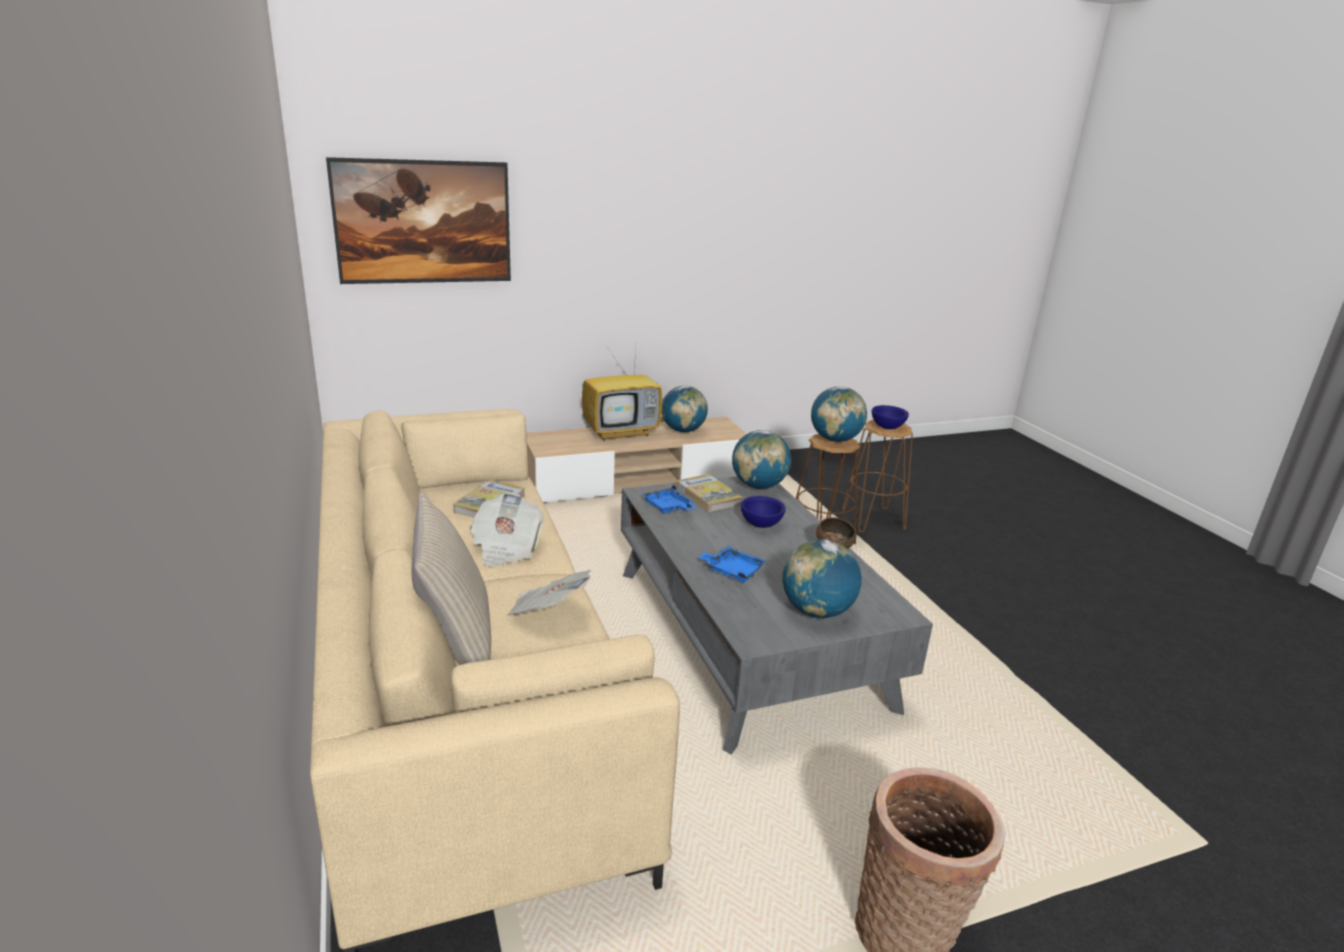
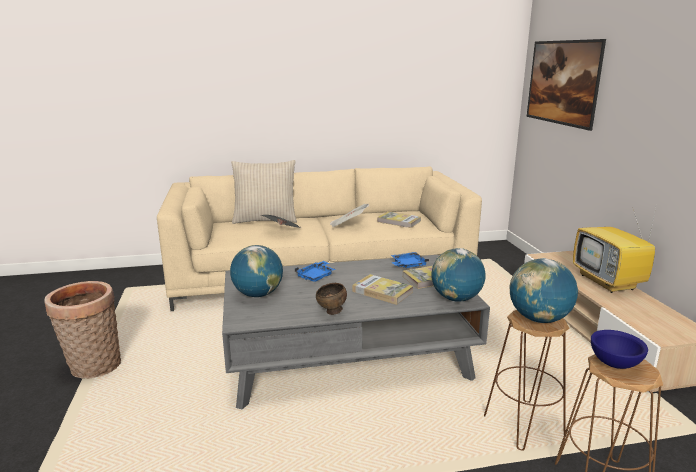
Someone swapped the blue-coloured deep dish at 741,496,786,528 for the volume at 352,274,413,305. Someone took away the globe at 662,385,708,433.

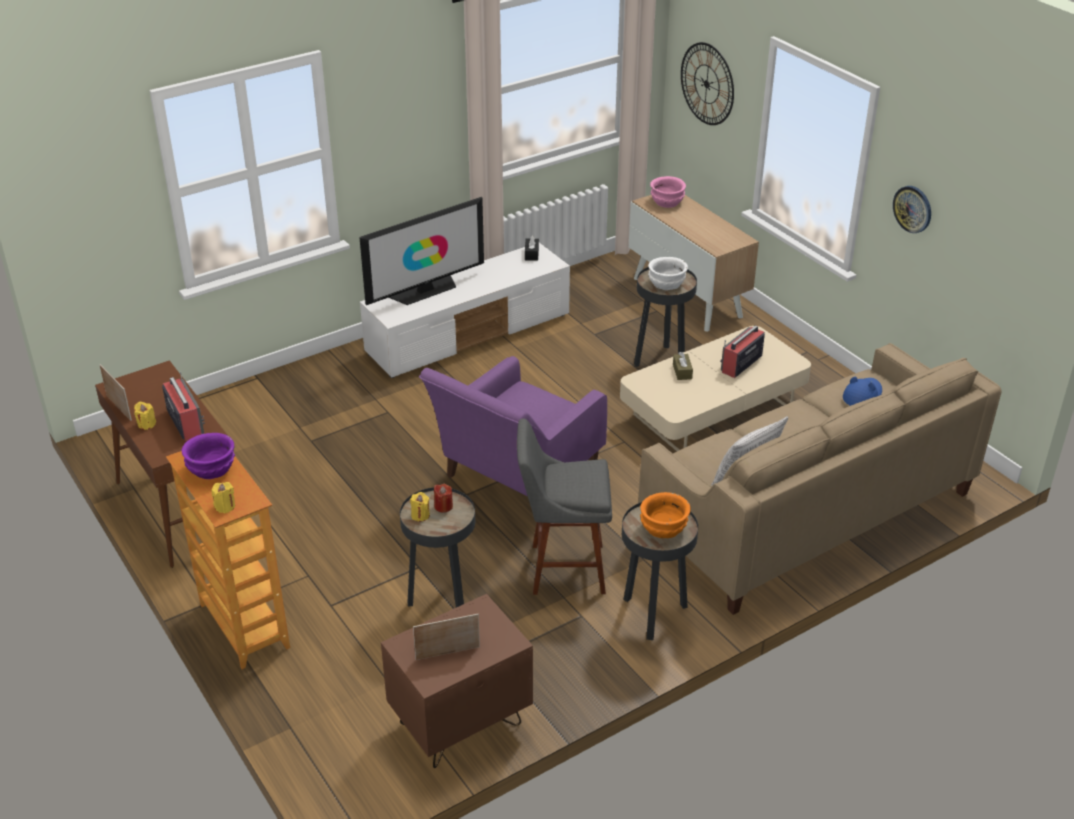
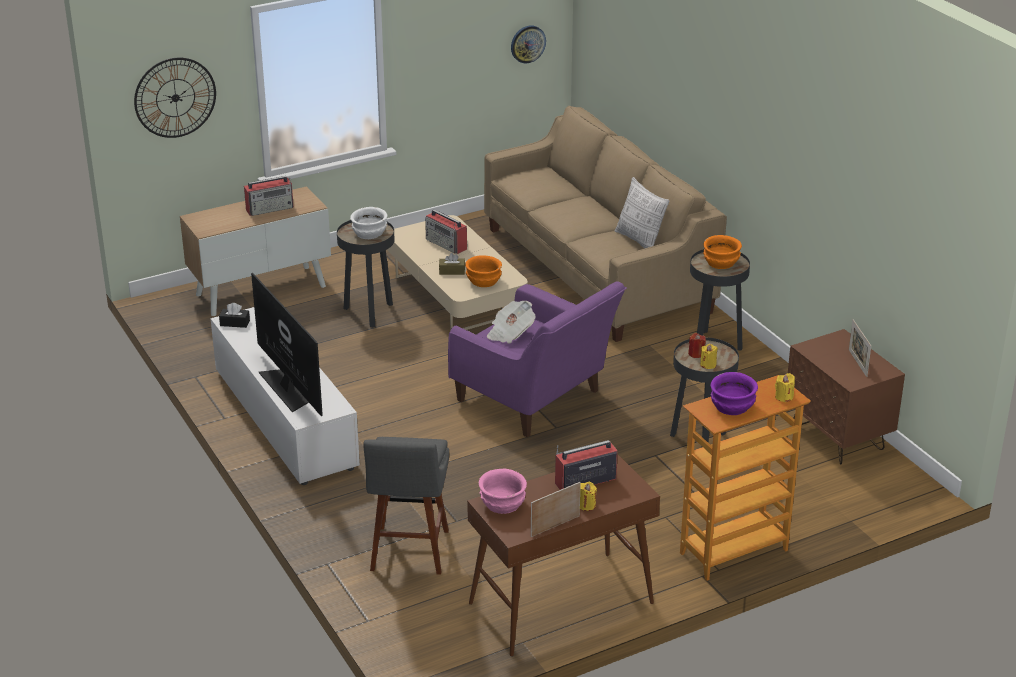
Someone put down the radio set at 244,176,294,216. Someone carried the grey stool seat from 517,418,612,595 to 363,437,449,575. Someone put down the orangey deep dish at 465,255,502,287. Someone carried the pink deep dish from 650,176,686,208 to 479,469,527,514. Someone put down the newspaper at 487,301,535,343. Someone carried the hanging clock from 893,186,931,233 to 511,25,546,63. Someone took away the blue-coloured clothing hat at 843,377,882,406.

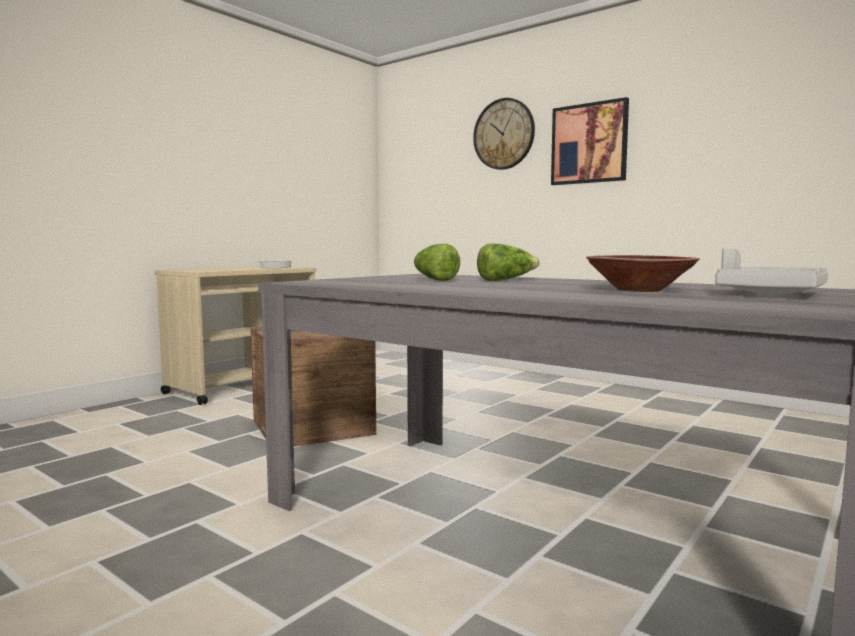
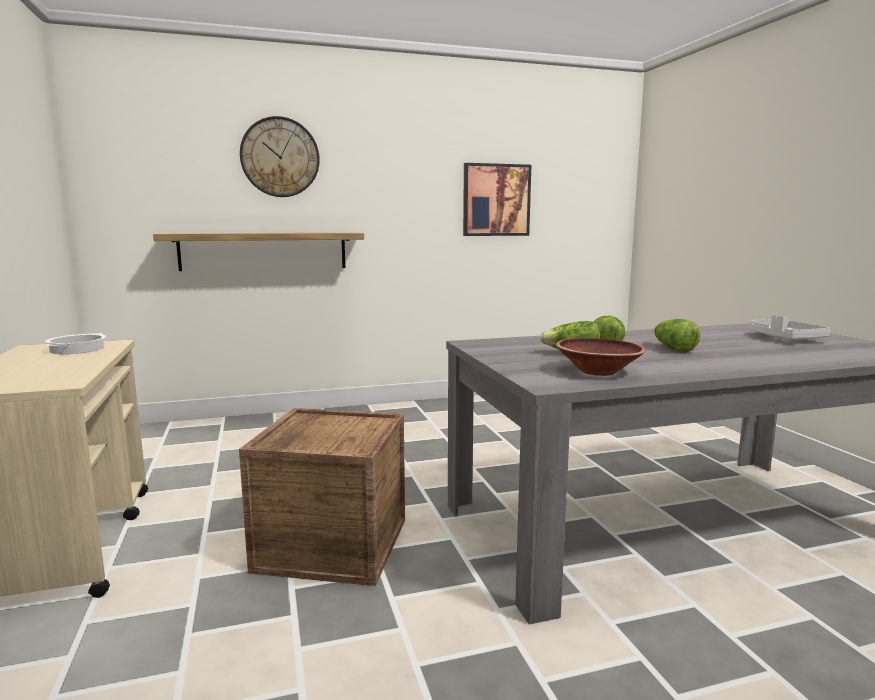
Someone put up the shelf at 153,233,364,271. Someone carried the wall art from 551,97,629,185 to 463,163,531,236. Someone carried the brownish deep dish from 586,255,700,292 to 556,338,645,376. Someone put down the lettuce head at 654,319,700,353.

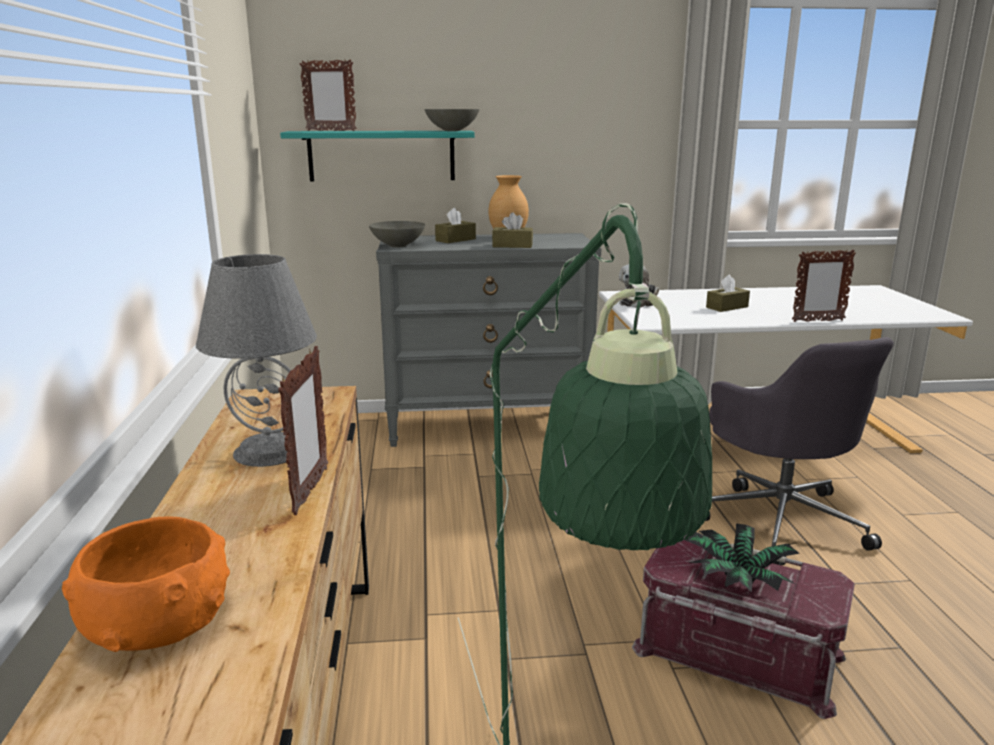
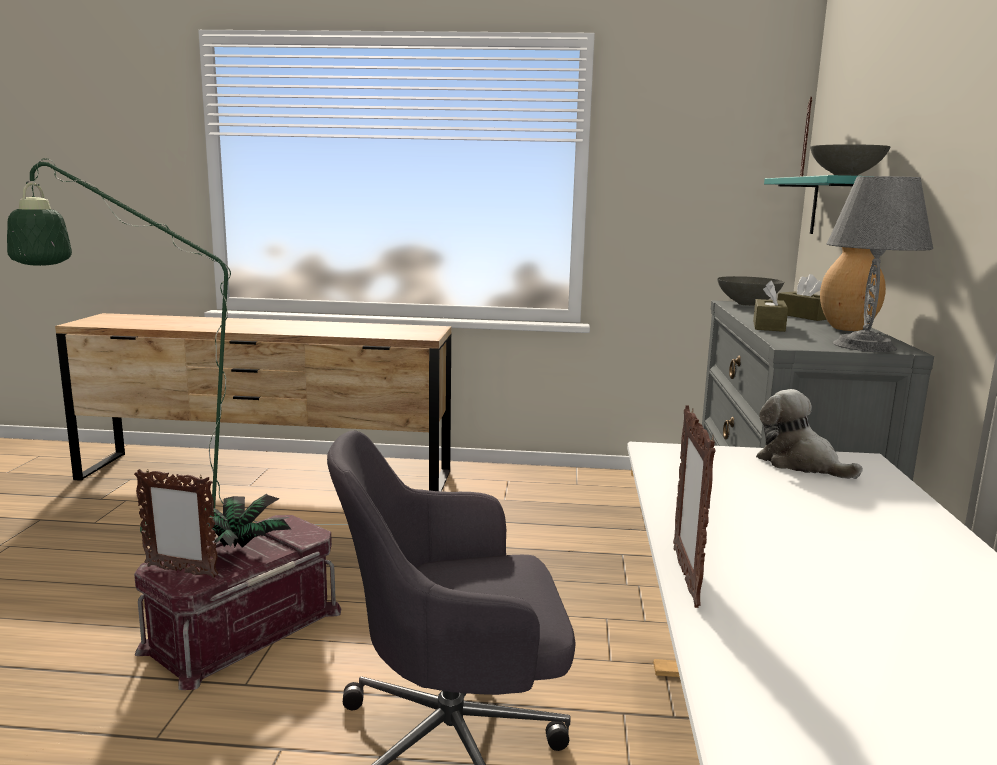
Someone carried the photo frame from 278,346,328,515 to 134,469,219,578. Someone carried the grey table lamp from 196,254,317,467 to 827,176,933,352. Someone took away the orangey deep dish at 62,516,230,652. Someone took away the brownish tissue holder at 706,275,750,312.

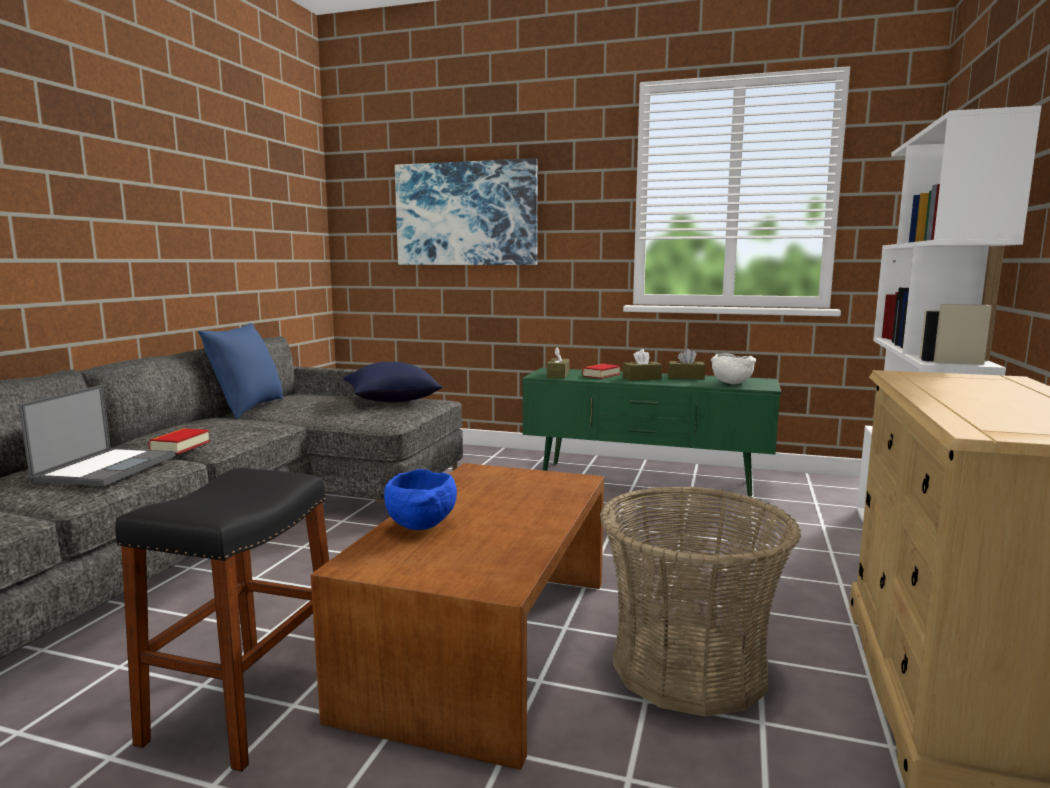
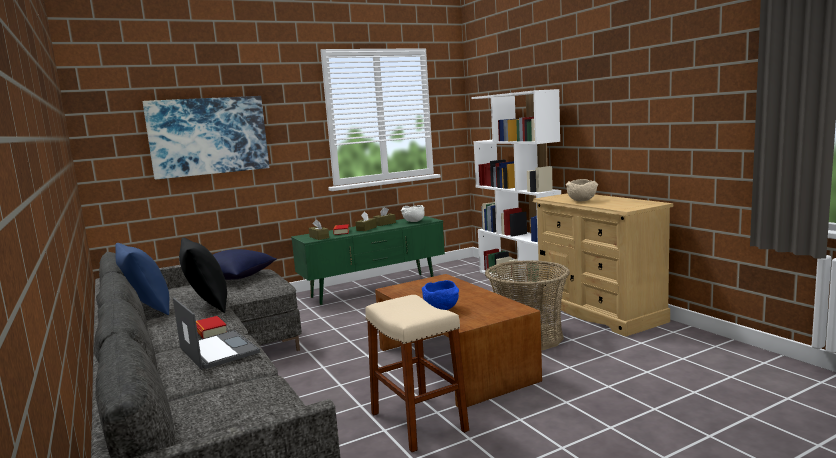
Someone put down the black-coloured cushion at 179,237,227,313. Someone repainted the black-coloured stool seat at 115,468,329,772, which became the beige stool seat at 365,295,469,452. Someone put down the beige deep dish at 566,179,598,202.

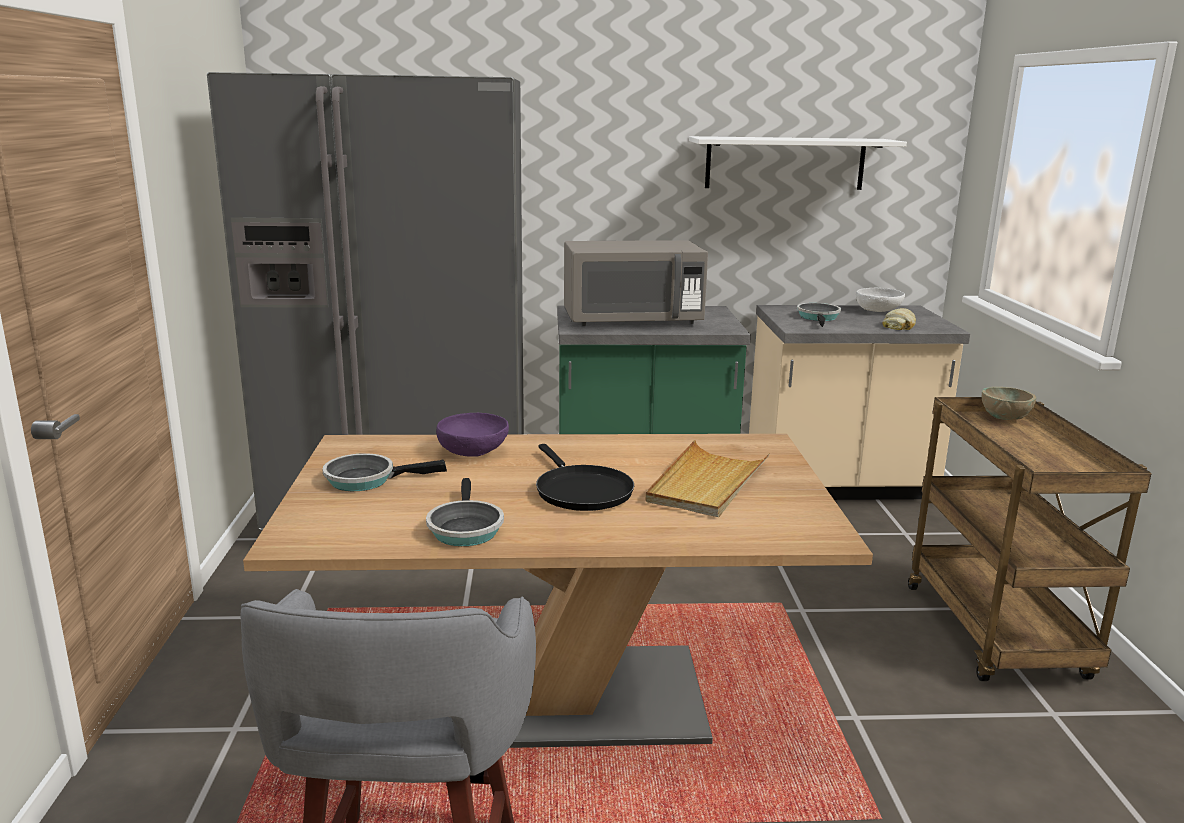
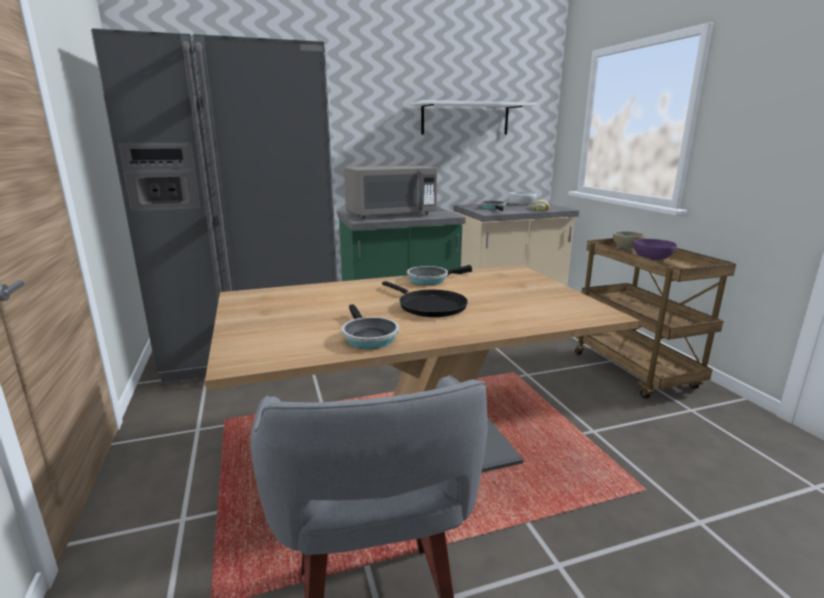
Someone carried the skillet from 322,453,447,491 to 407,265,472,285. Someone carried the purple deep dish from 436,413,509,457 to 633,239,677,260. Someone took away the beige tray at 645,440,770,517.

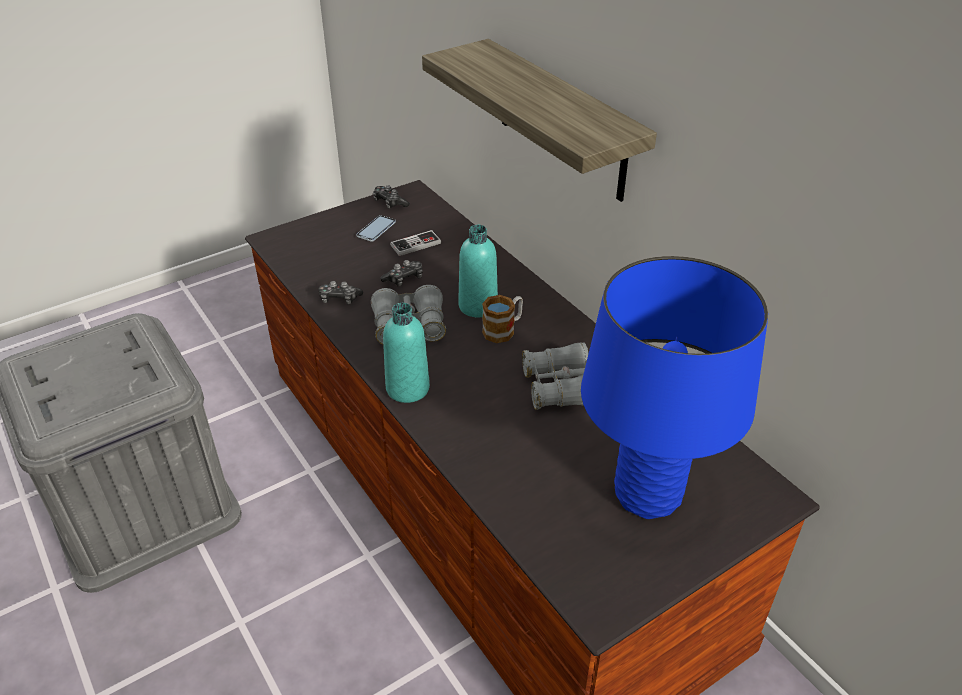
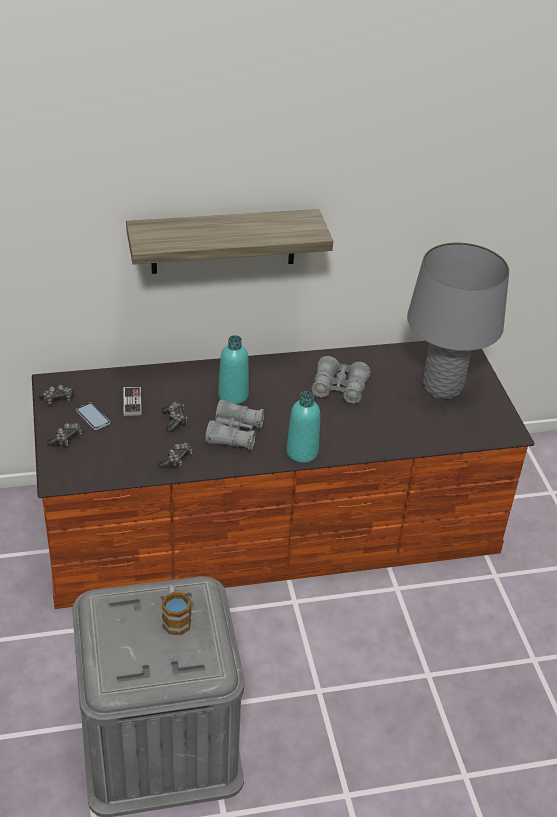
Someone put down the gamepad at 47,422,82,447. Someone carried the mug from 482,295,523,343 to 162,585,191,636. Someone repainted the blue-coloured table lamp at 581,256,768,519, which became the grey table lamp at 407,242,509,399.

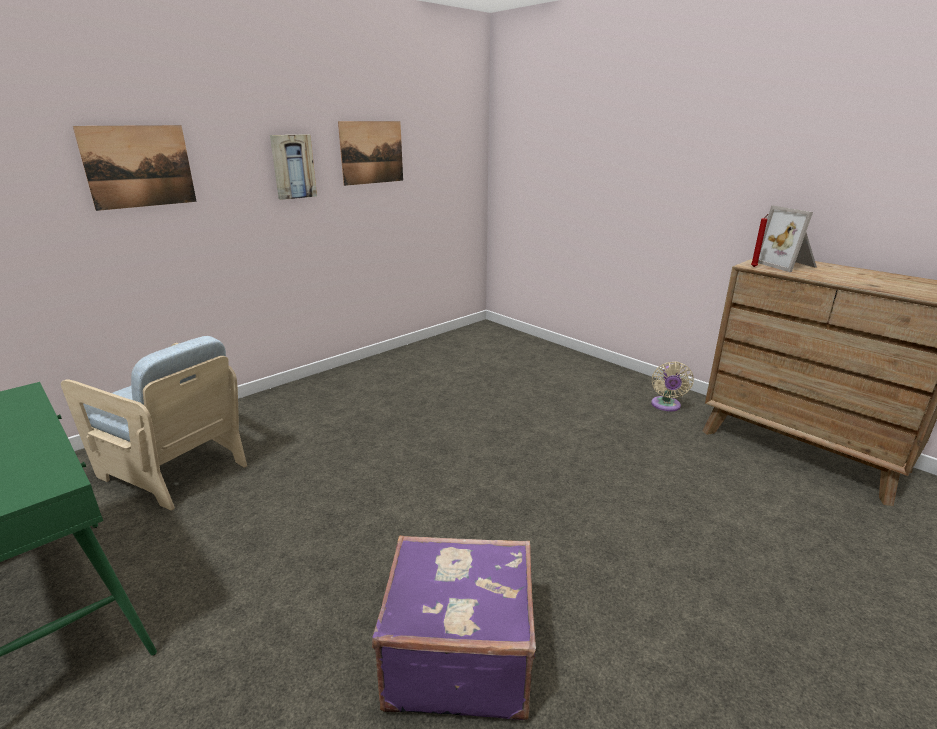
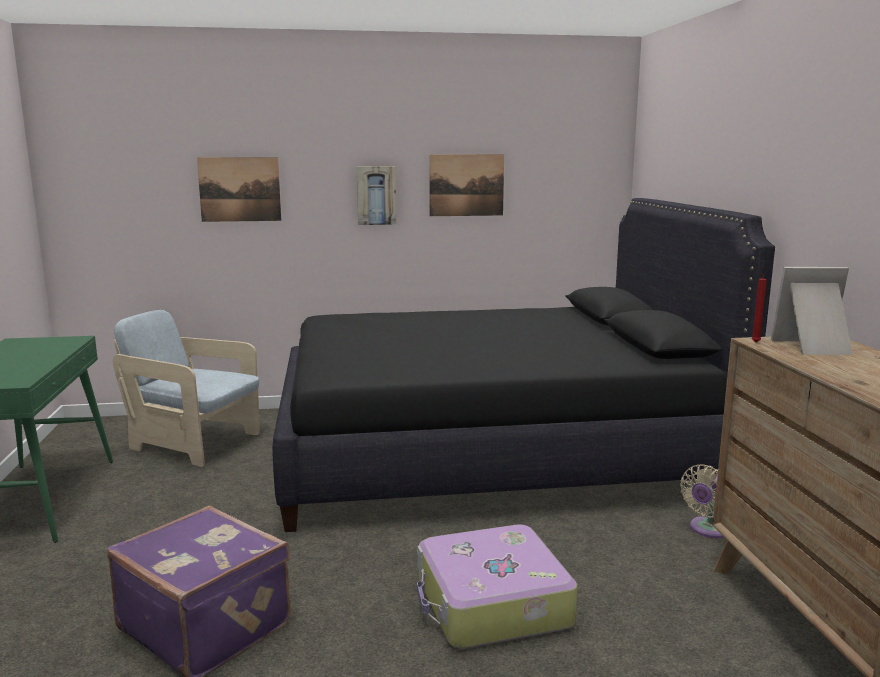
Someone rotated the beige lounge chair at 61,336,247,510 by 135 degrees clockwise. Someone put down the black-coloured bed at 272,198,775,532. Someone put down the travel case at 417,524,577,648. Someone rotated the photo frame at 758,205,817,272 by 75 degrees clockwise.

